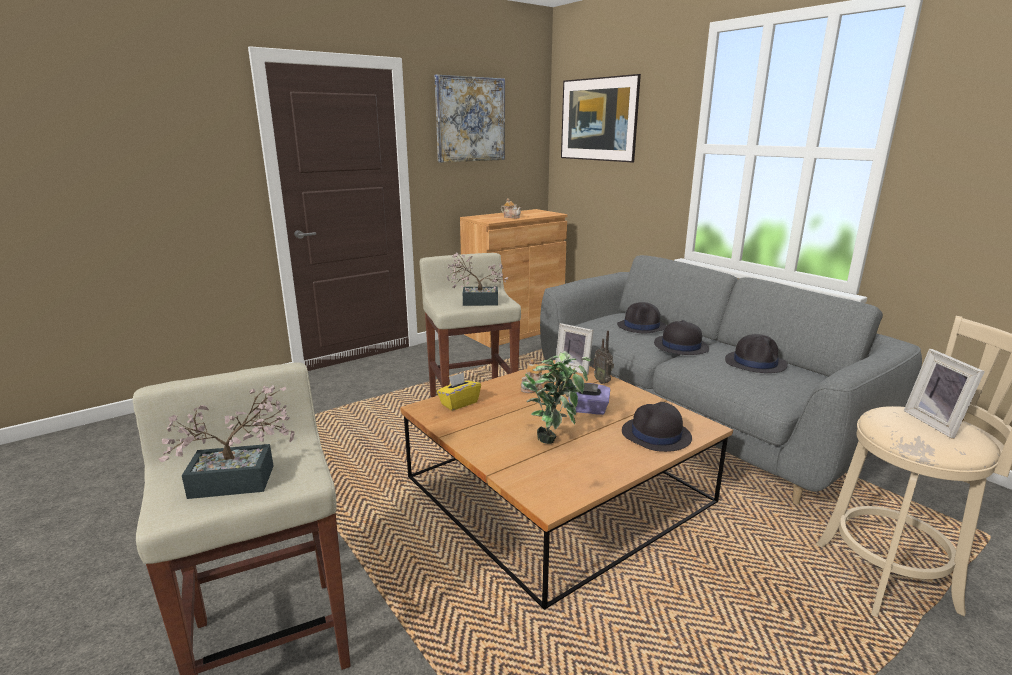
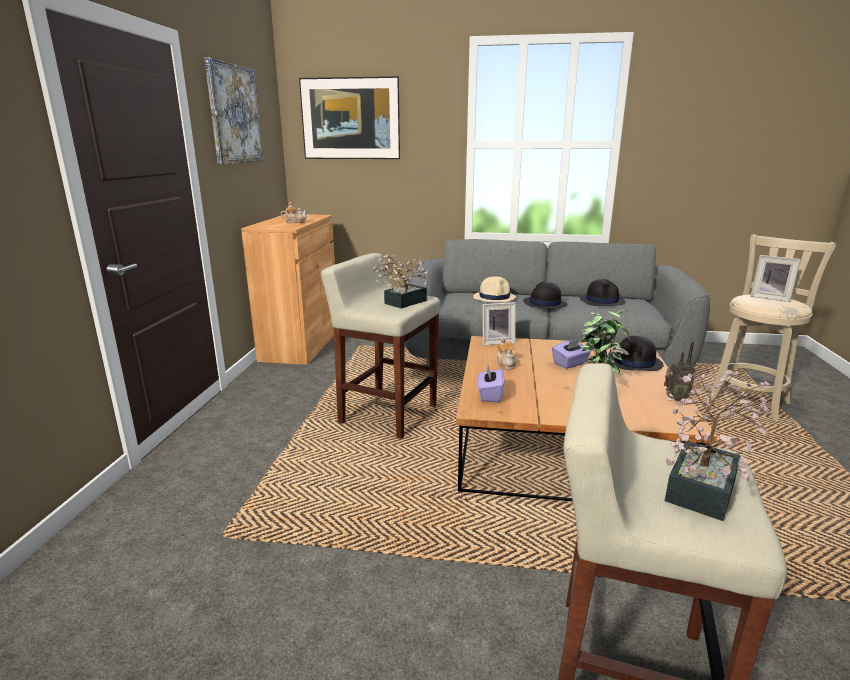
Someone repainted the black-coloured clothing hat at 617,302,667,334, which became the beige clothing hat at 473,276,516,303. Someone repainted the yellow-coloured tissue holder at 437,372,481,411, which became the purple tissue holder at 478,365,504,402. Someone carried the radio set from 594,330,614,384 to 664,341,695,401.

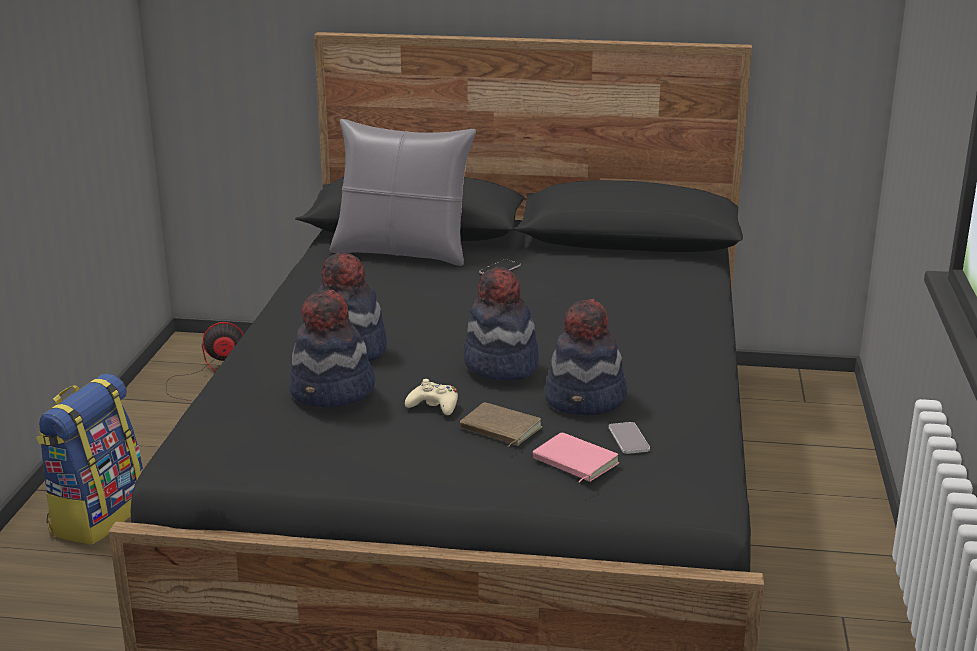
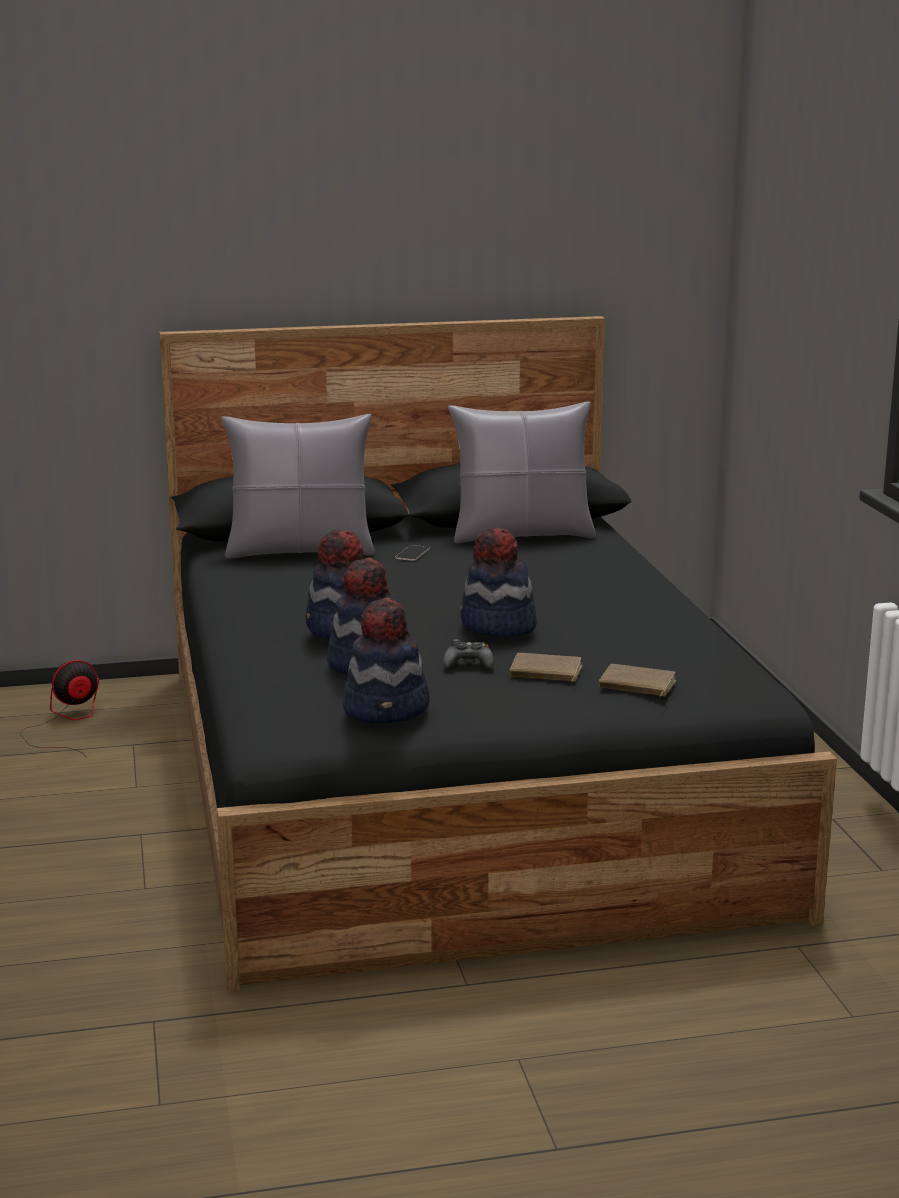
Someone carried the clothing hat from 544,298,628,415 to 343,597,430,723. Someone repainted the beige gamepad at 405,379,458,415, which became the black-coloured gamepad at 443,639,494,668. Someone put down the grey cushion at 448,401,596,543. Someone repainted the pink volume at 533,433,619,483, which became the brownish volume at 599,664,676,696. Someone took away the backpack at 36,374,143,545. Someone took away the handset at 609,422,650,454.

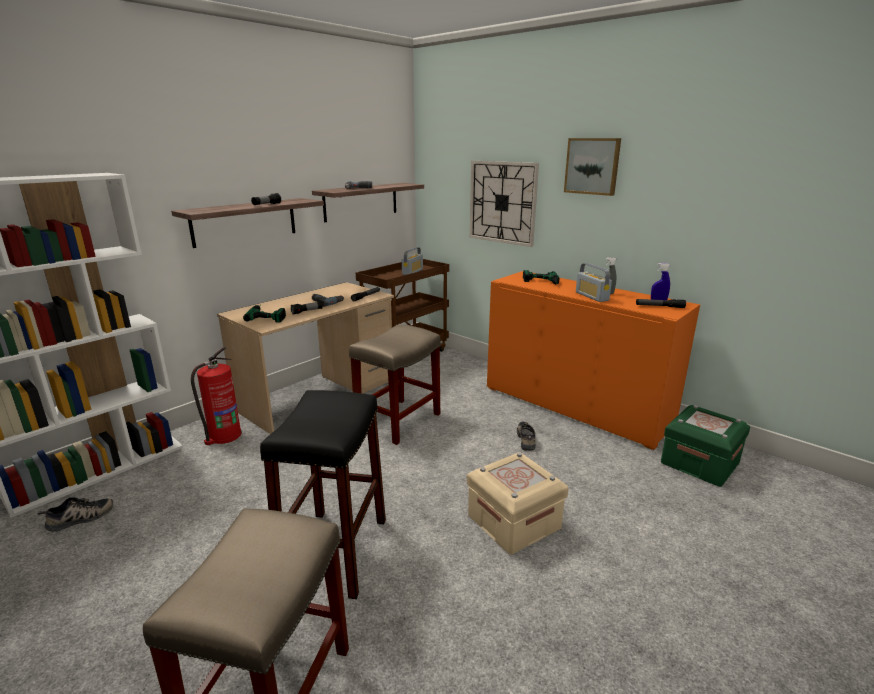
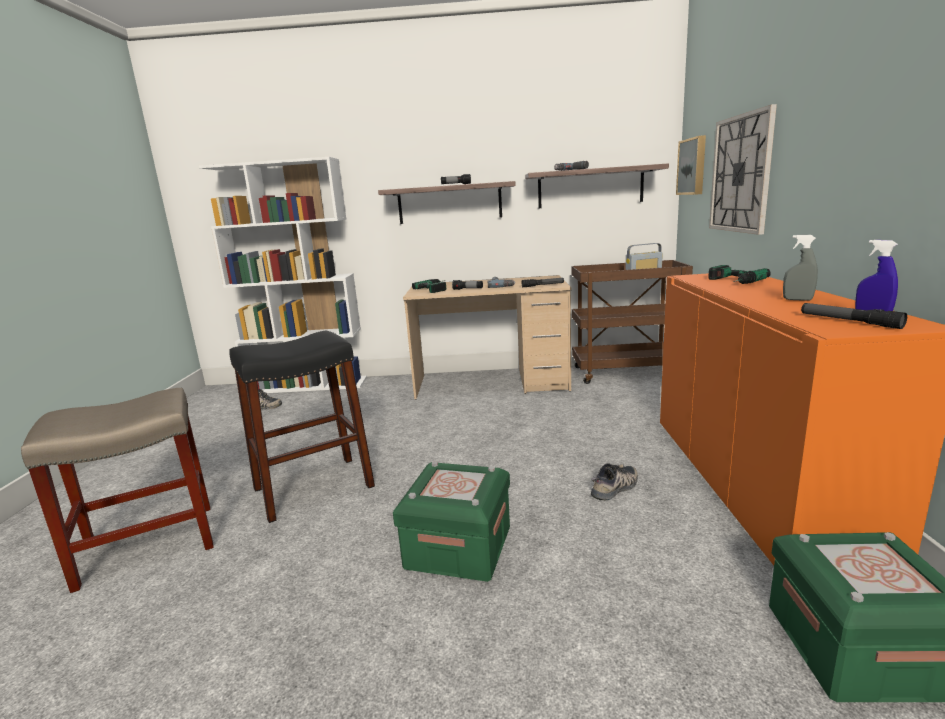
Someone repainted the beige storage container at 467,452,569,554, which became the greenish storage container at 393,461,510,582. Someone carried the wall art from 564,138,621,196 to 676,135,706,195. Someone took away the extinguisher at 191,347,242,445. Someone took away the beige stool seat at 349,325,441,445. Someone took away the radio set at 576,263,612,302.

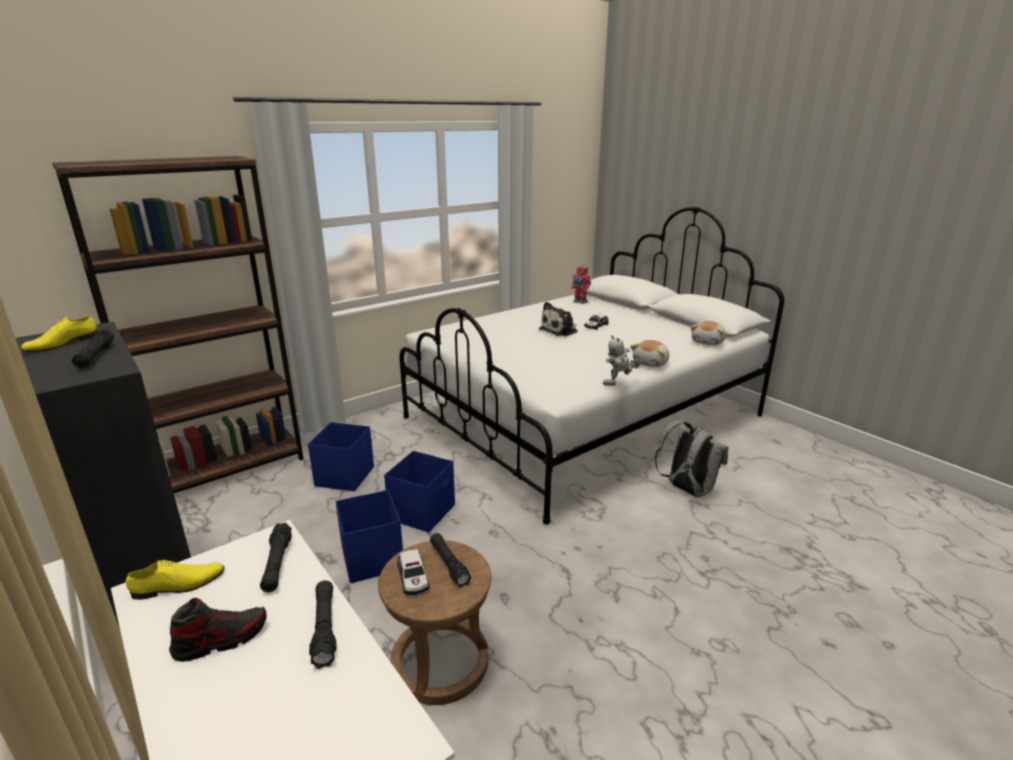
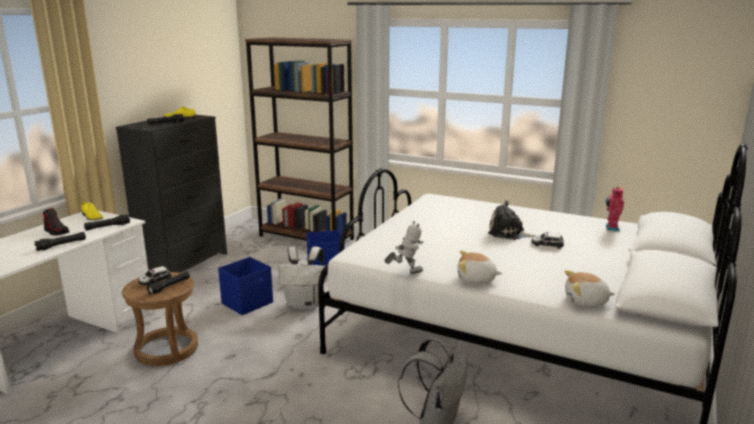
Someone swapped the blue-coloured storage container at 384,451,455,532 for the white backpack at 278,246,327,309. Someone rotated the toy robot at 603,335,640,386 by 120 degrees clockwise.

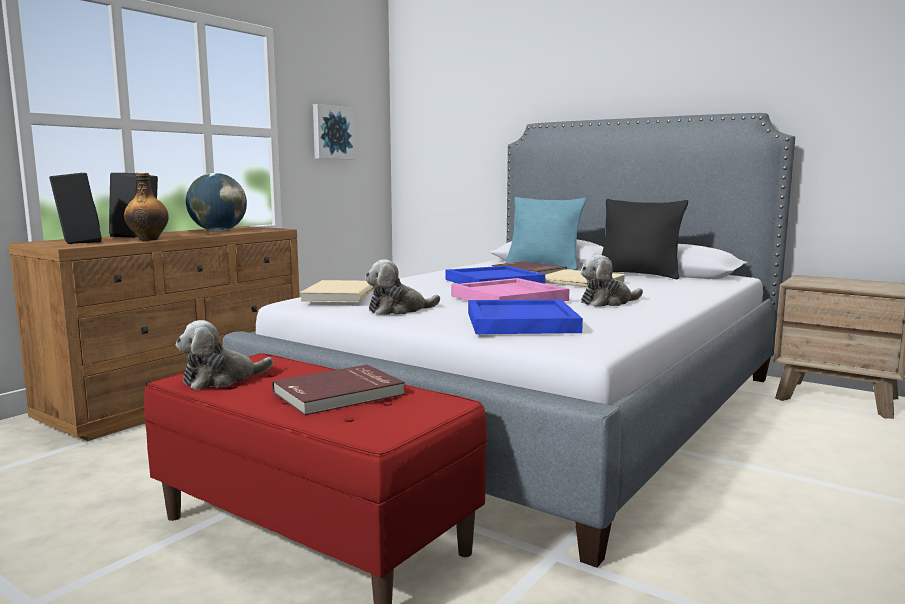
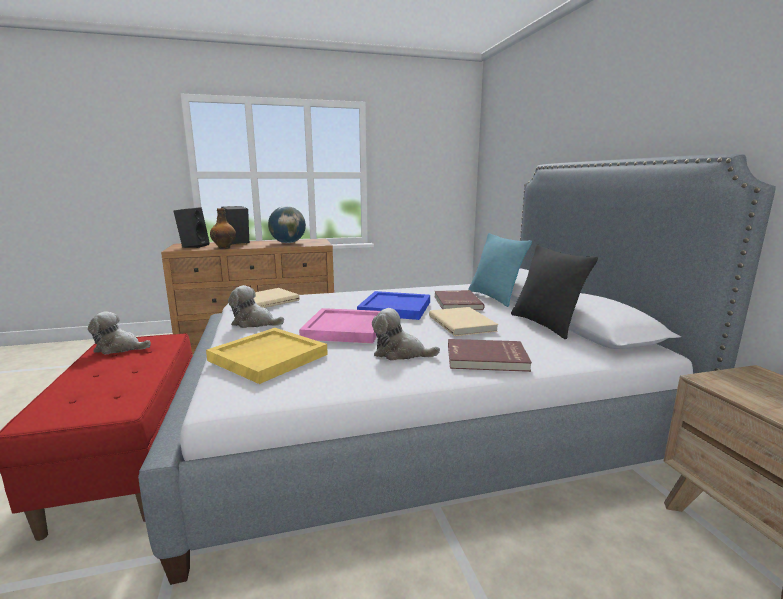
Someone repainted the blue-coloured tray at 468,299,583,334, which became the yellow-coloured tray at 206,328,328,384. Someone carried the red volume from 272,364,405,415 to 448,339,532,372. Someone took away the wall art at 313,104,356,159.

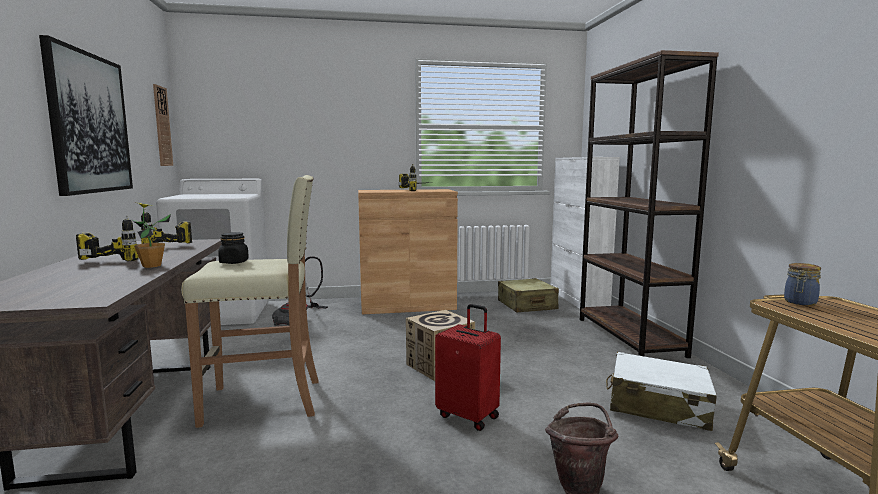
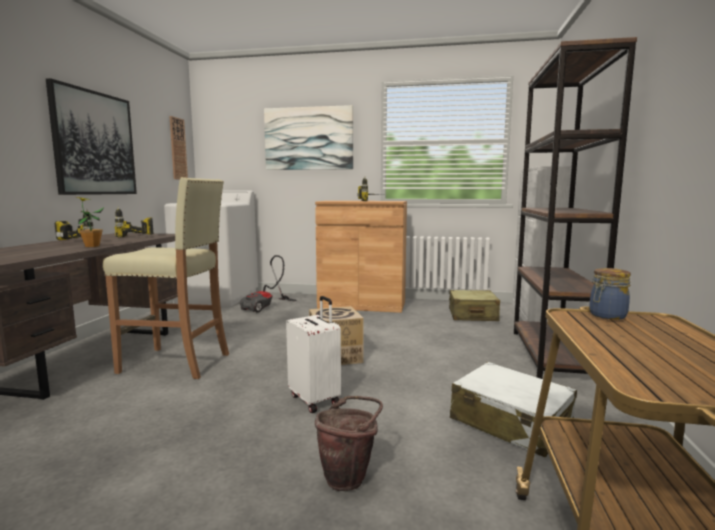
Someone put up the wall art at 264,105,353,170. Someone repainted the red travel case at 435,304,501,431, which became the white travel case at 286,296,341,413. Someone took away the black-coloured preserve jar at 218,232,249,264.

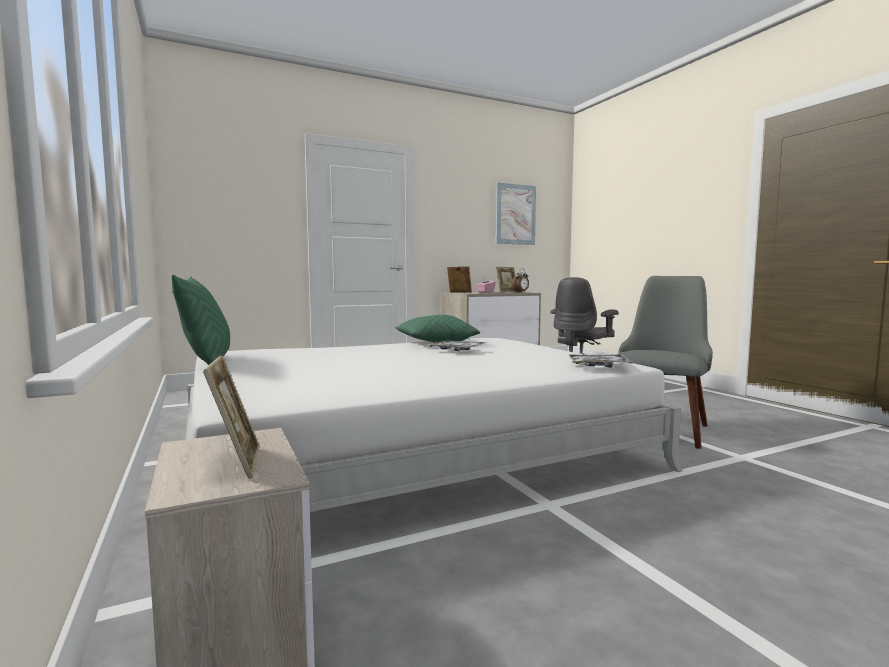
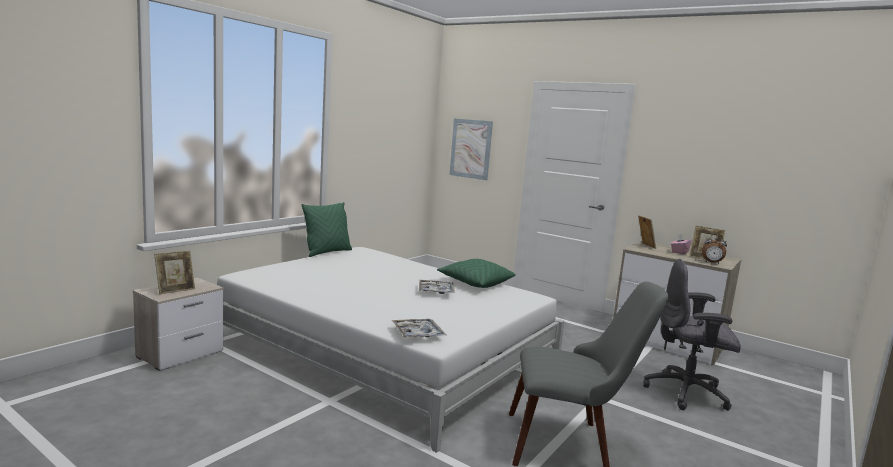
Someone carried the wall art from 496,182,536,245 to 449,119,493,180.

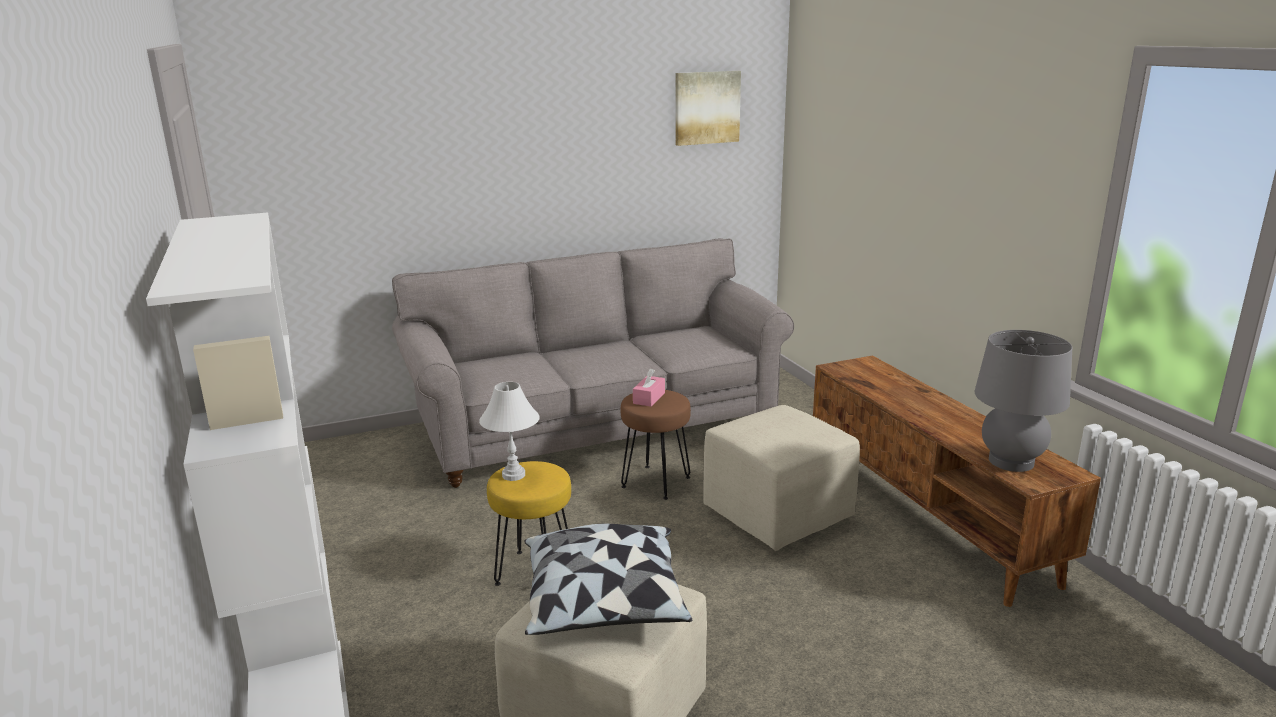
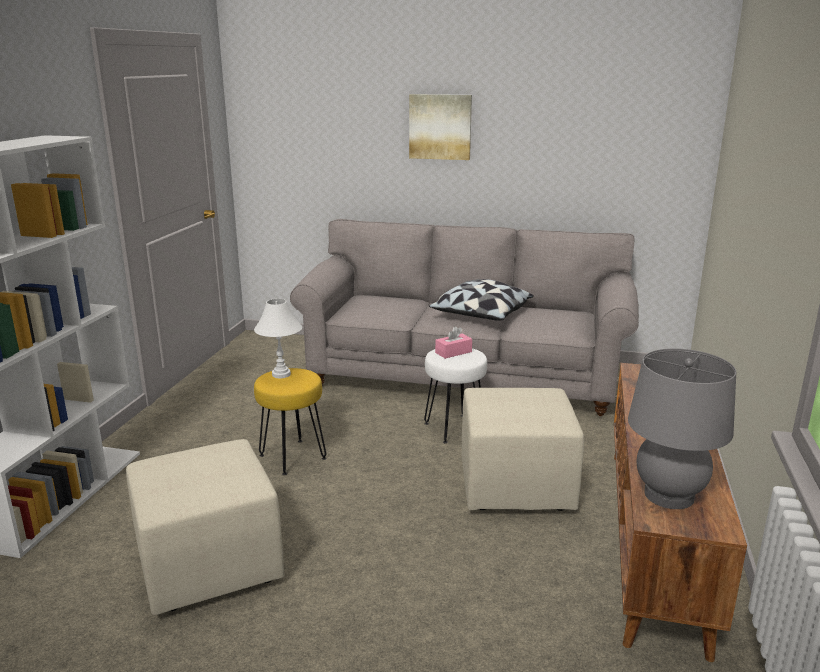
Someone carried the wall art from 676,71,741,146 to 409,94,472,160. Someone repainted the brownish stool seat at 621,390,691,500, which became the white stool seat at 424,348,487,443. Someone carried the cushion from 524,524,692,635 to 429,279,534,321.

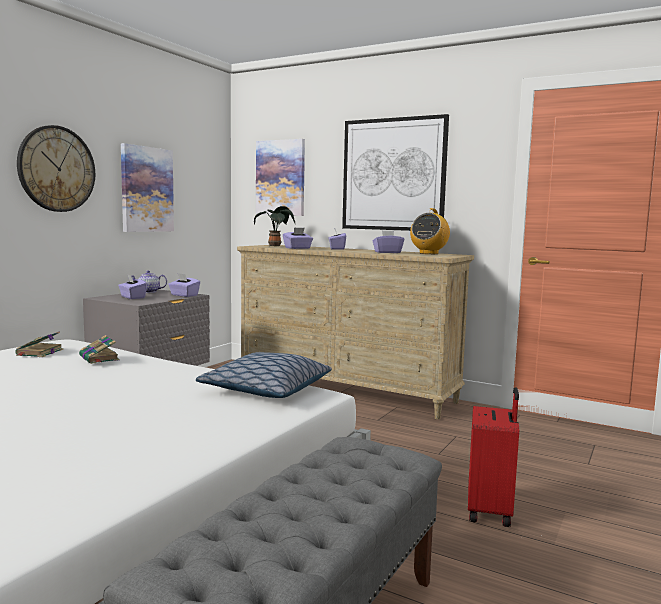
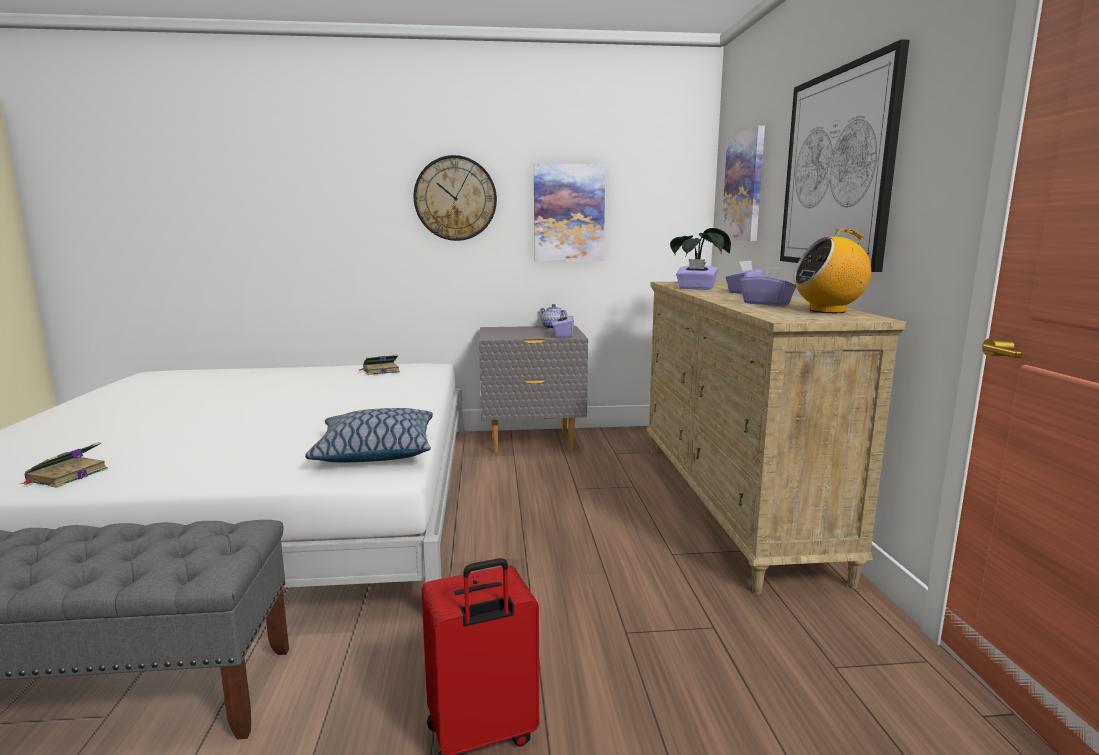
Someone carried the volume from 79,335,120,364 to 21,442,108,488. Someone took away the purple tissue holder at 118,274,147,299.

